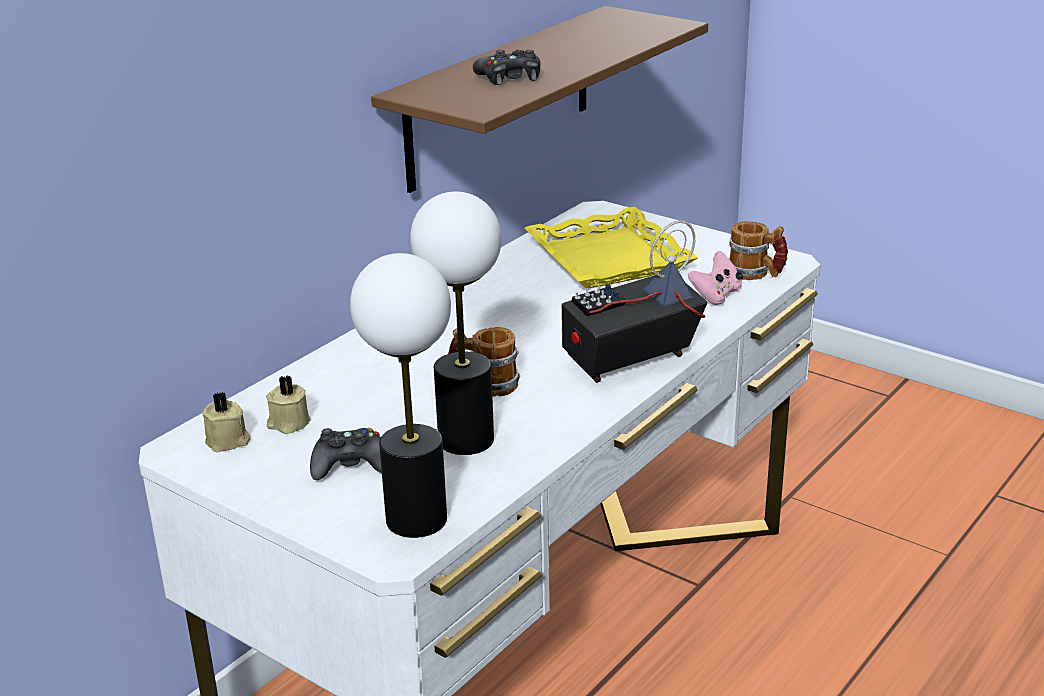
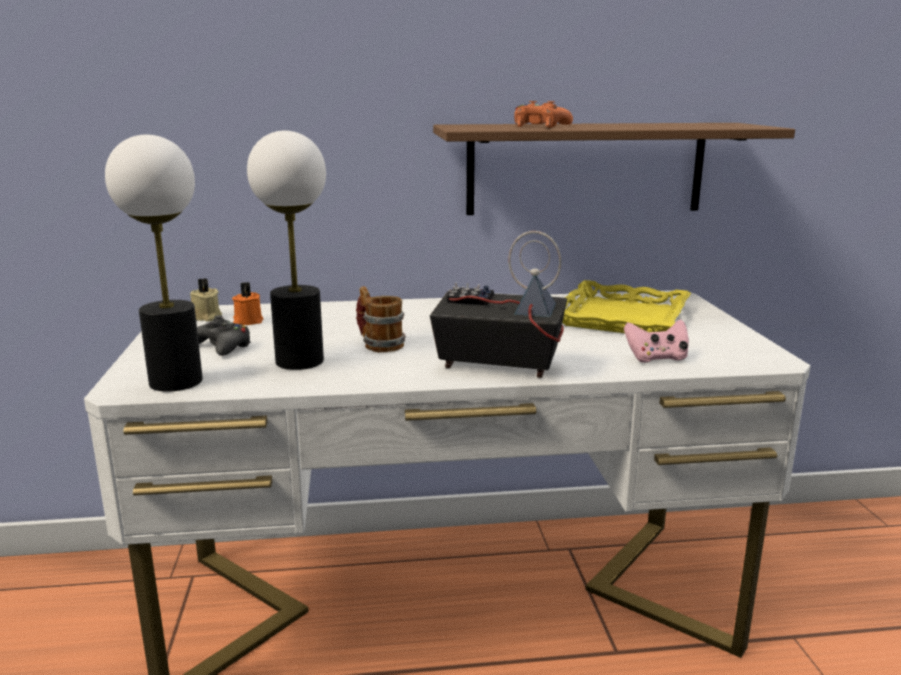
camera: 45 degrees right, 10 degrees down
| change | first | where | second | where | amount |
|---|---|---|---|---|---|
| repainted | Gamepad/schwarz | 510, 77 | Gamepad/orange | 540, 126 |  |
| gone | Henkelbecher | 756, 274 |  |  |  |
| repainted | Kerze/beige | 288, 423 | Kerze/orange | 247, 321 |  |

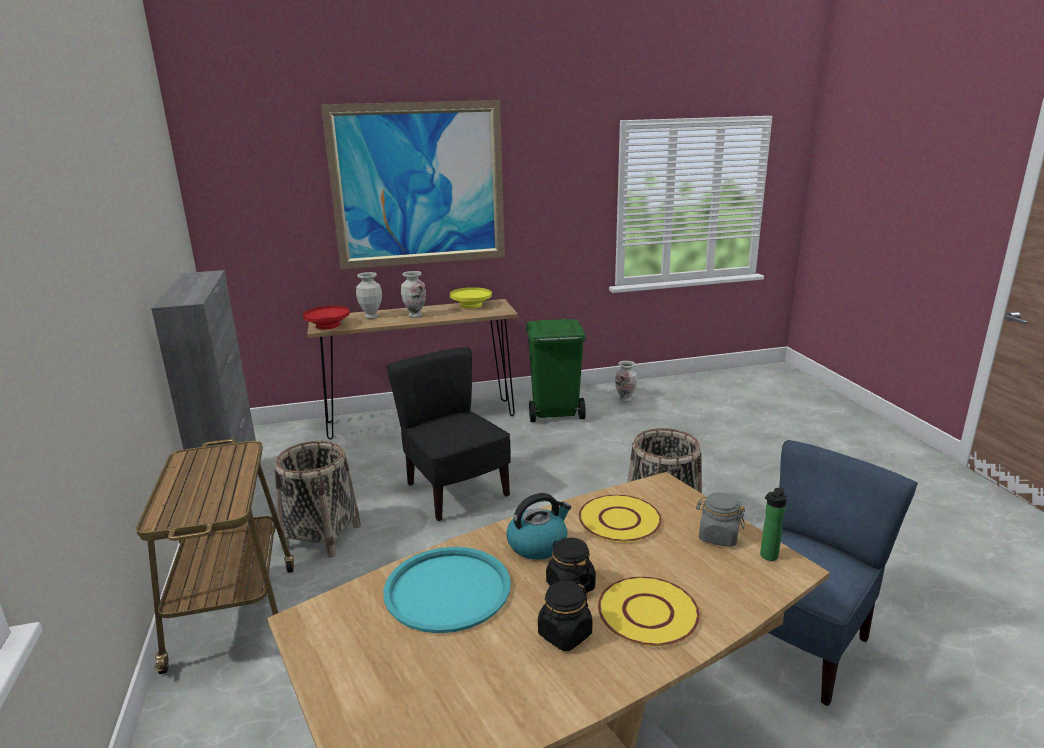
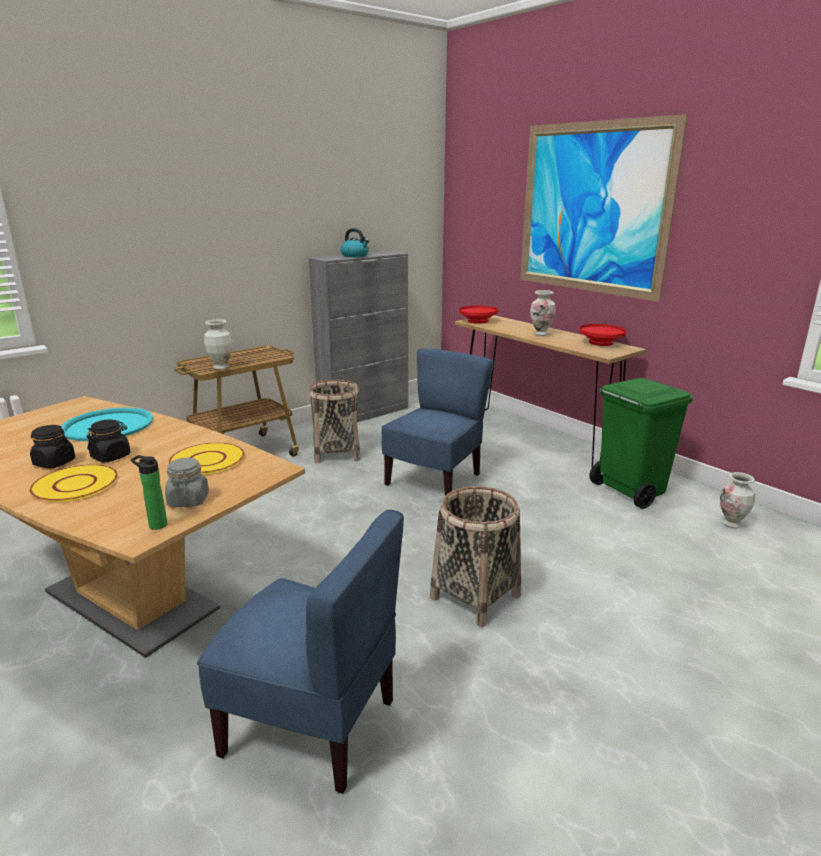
camera: 65 degrees right, 0 degrees up
| change | first | where | second | where | amount |
|---|---|---|---|---|---|
| shifted | Vase | 371, 317 |  | 221, 367 |  |
| repainted | Schüssel/gelb | 471, 305 | Schüssel/rot | 601, 343 |  |
| repainted | Stuhl/schwarz | 455, 491 | Stuhl/blau | 435, 480 |  |
| shifted | Wasserkessel | 538, 544 |  | 355, 256 |  |

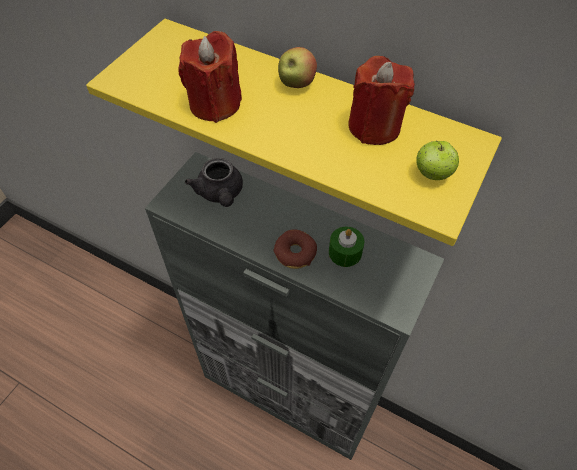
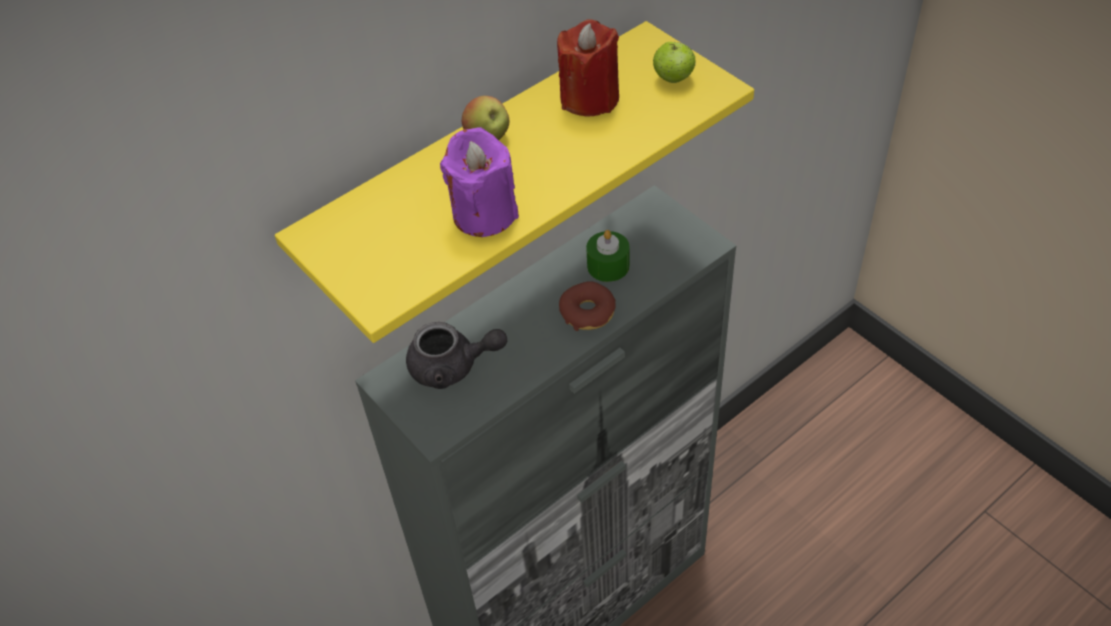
camera: 65 degrees left, 5 degrees down
| change | first | where | second | where | amount |
|---|---|---|---|---|---|
| repainted | Kerze/rot | 215, 104 | Kerze/lila | 484, 214 |  |

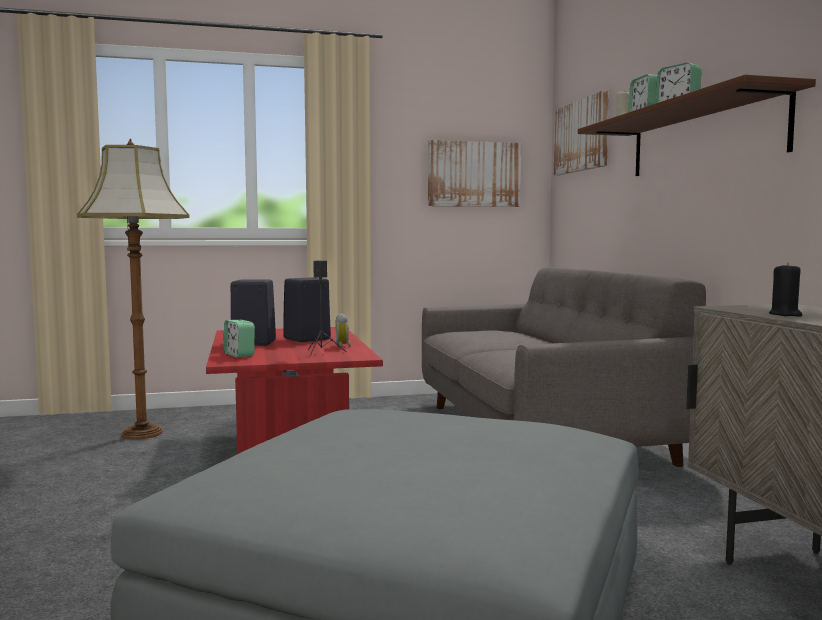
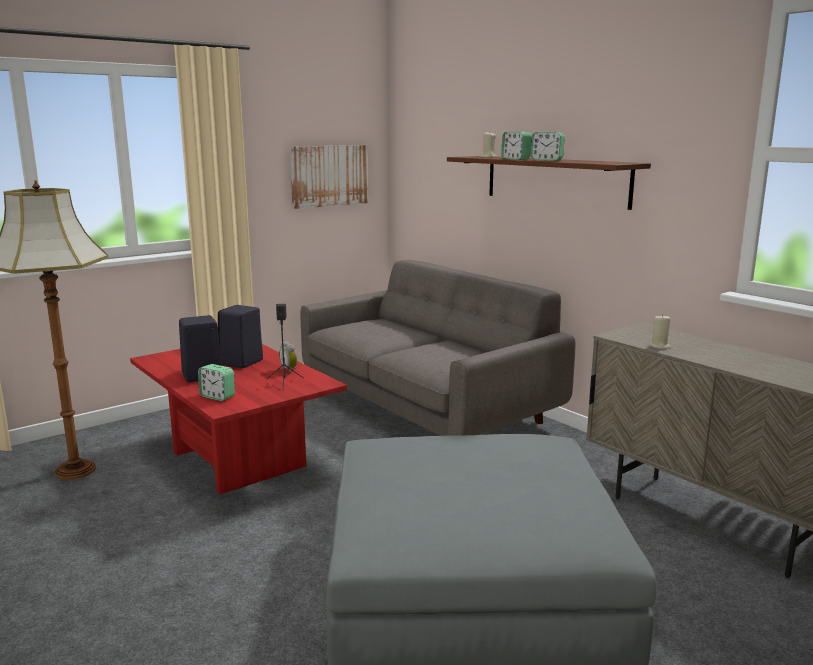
camera: 25 degrees left, 10 degrees up
| change | first | where | second | where | amount |
|---|---|---|---|---|---|
| gone | Bild | 582, 136 |  |  |  |
| repainted | Kerze/schwarz | 785, 314 | Kerze/beige | 659, 346 |  |

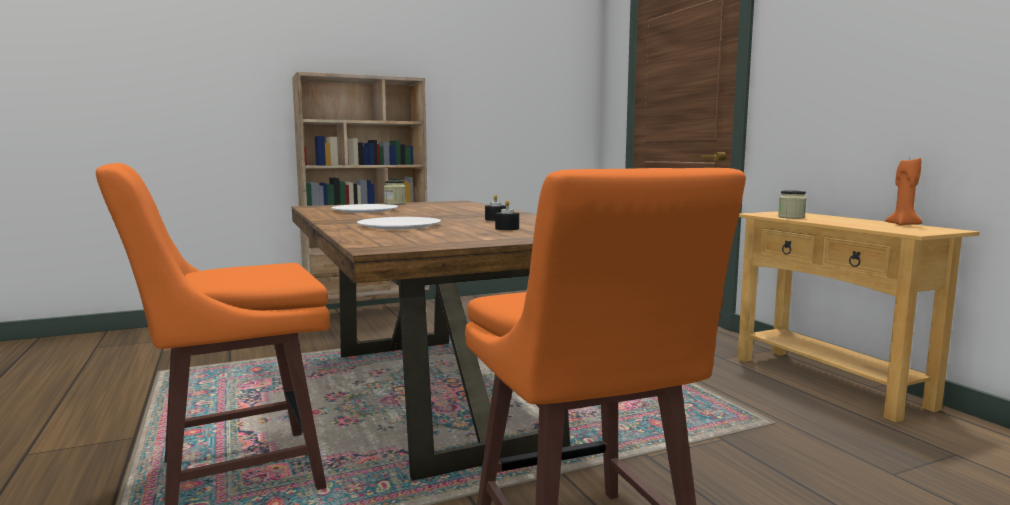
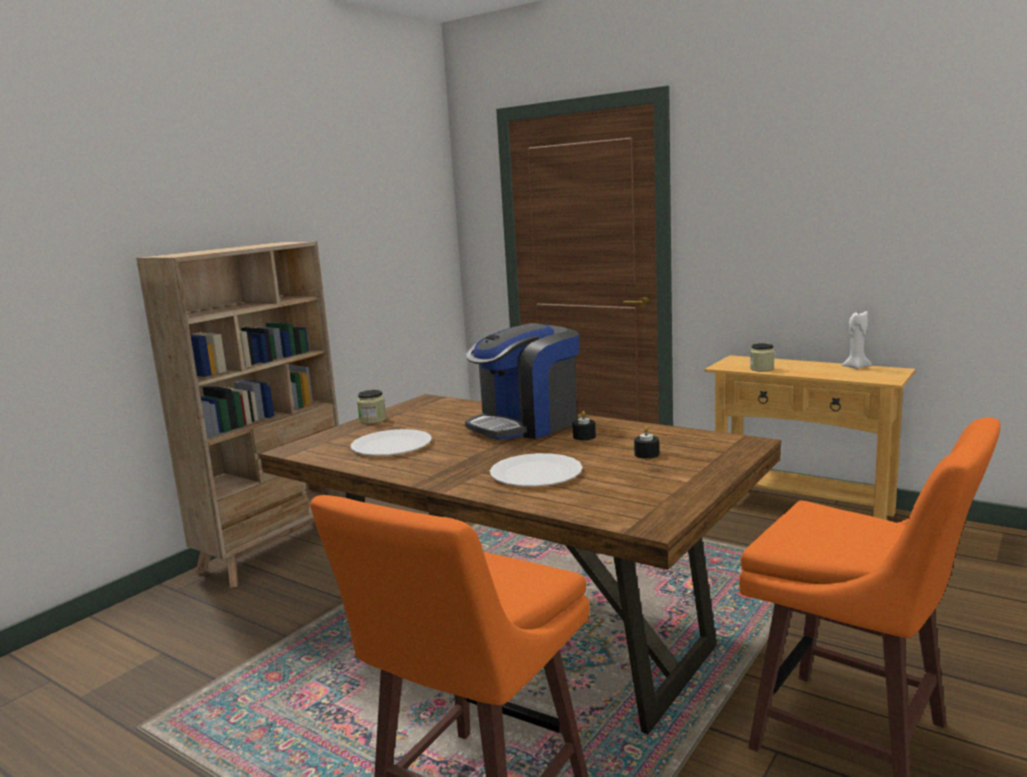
camera: 30 degrees left, 5 degrees up
| change | first | where | second | where | amount |
|---|---|---|---|---|---|
| repainted | Kerze/orange | 903, 224 | Kerze/weiß | 856, 367 |  |
| new |  |  | Kaffeemaschine | 526, 424 |  |

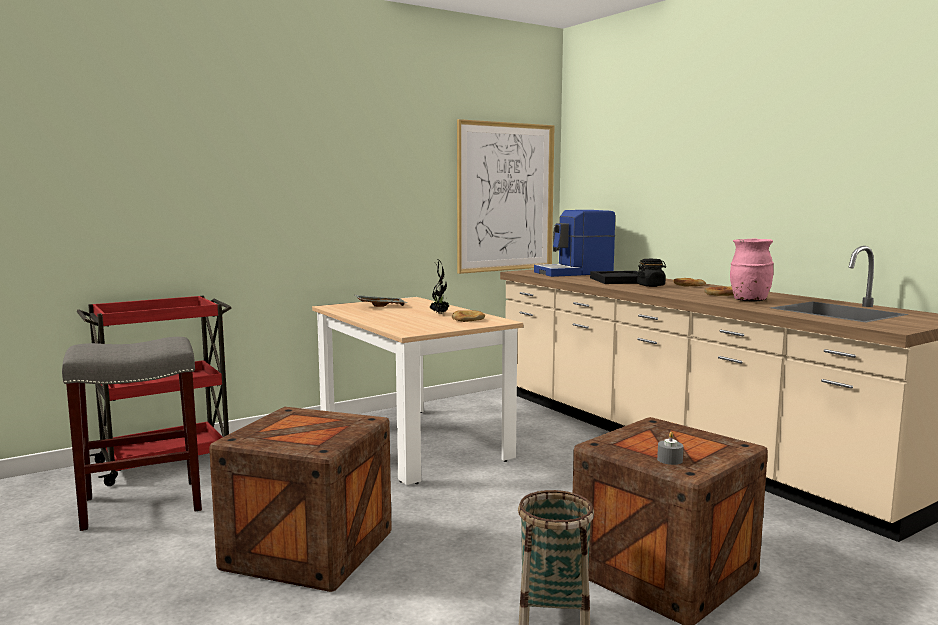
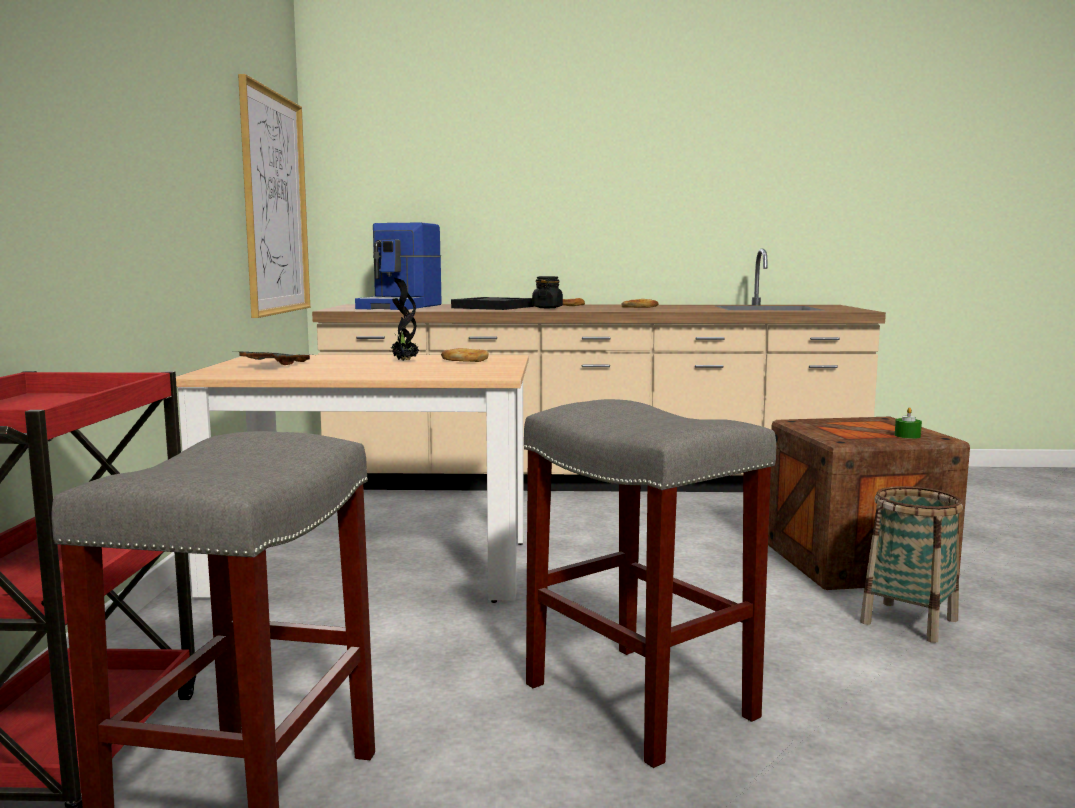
camera: 55 degrees left, 0 degrees up
| change | first | where | second | where | amount |
|---|---|---|---|---|---|
| gone | Vase/rosa | 749, 300 |  |  |  |
| swapped | Kiste | 308, 551 | Hocker/grau | 636, 700 |  |
| repainted | Kerze/grau | 669, 460 | Kerze/grün | 907, 436 |  |

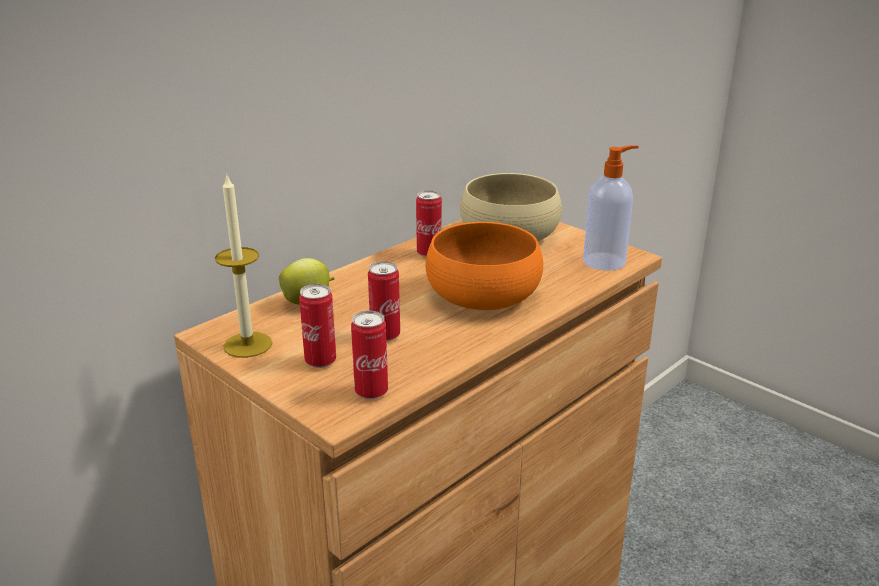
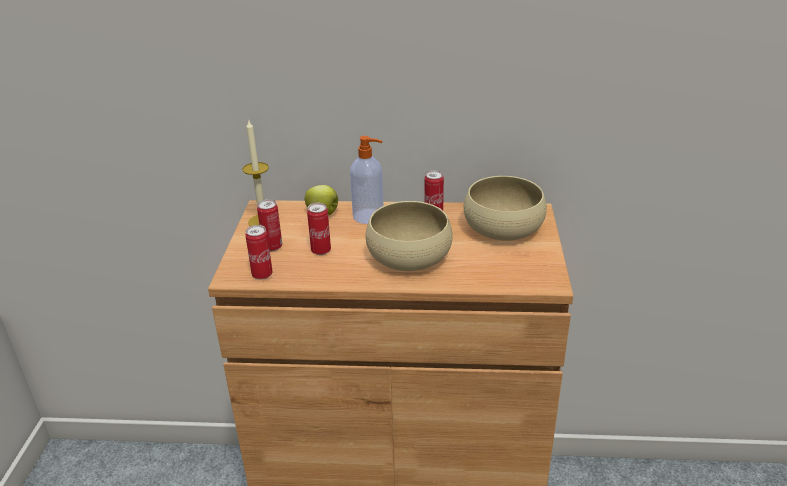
camera: 50 degrees right, 5 degrees up
| change | first | where | second | where | amount |
|---|---|---|---|---|---|
| shifted | Seifenspender | 605, 261 |  | 369, 216 |  |
| repainted | Schüssel/orange | 483, 295 | Schüssel/beige | 409, 257 |  |

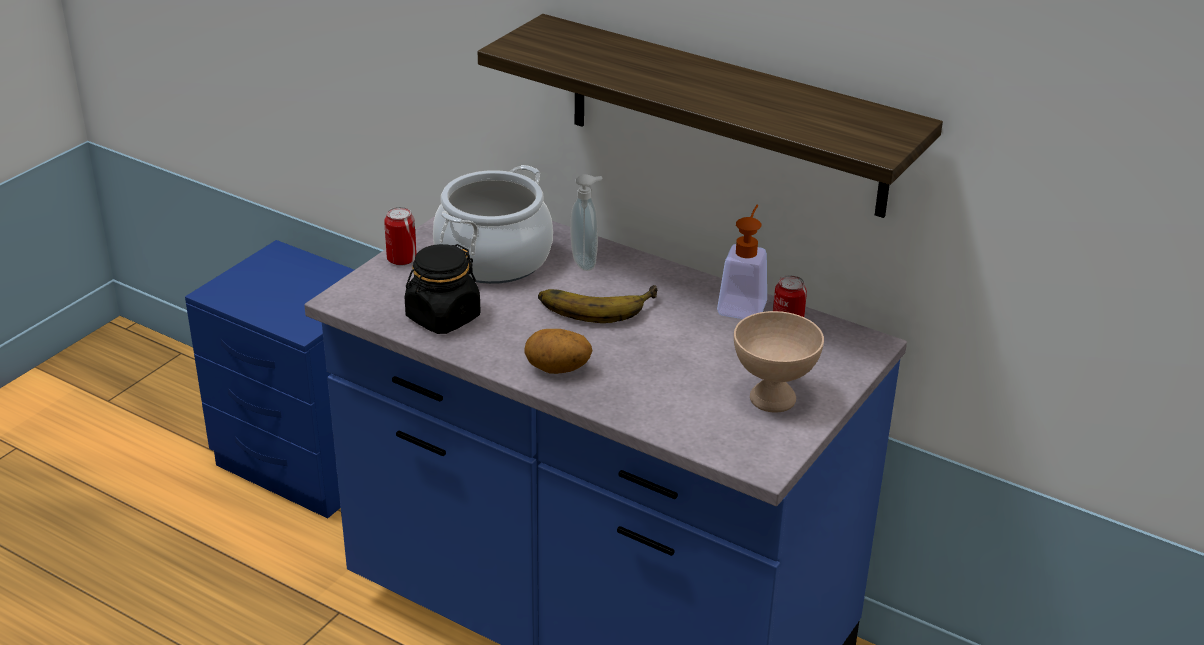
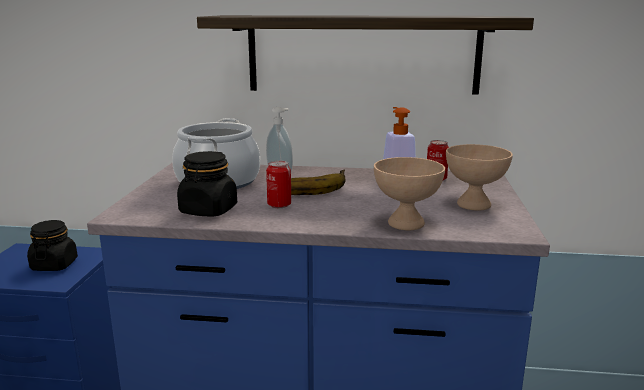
camera: 25 degrees left, 15 degrees down
| change | first | where | second | where | amount |
|---|---|---|---|---|---|
| shifted | Dose | 401, 259 |  | 279, 205 |  |
| gone | Kartoffel | 557, 370 |  |  |  |
| new |  |  | Schüssel/beige | 405, 224 |  |
| new |  |  | Vorratsglas/schwarz | 54, 265 |  |

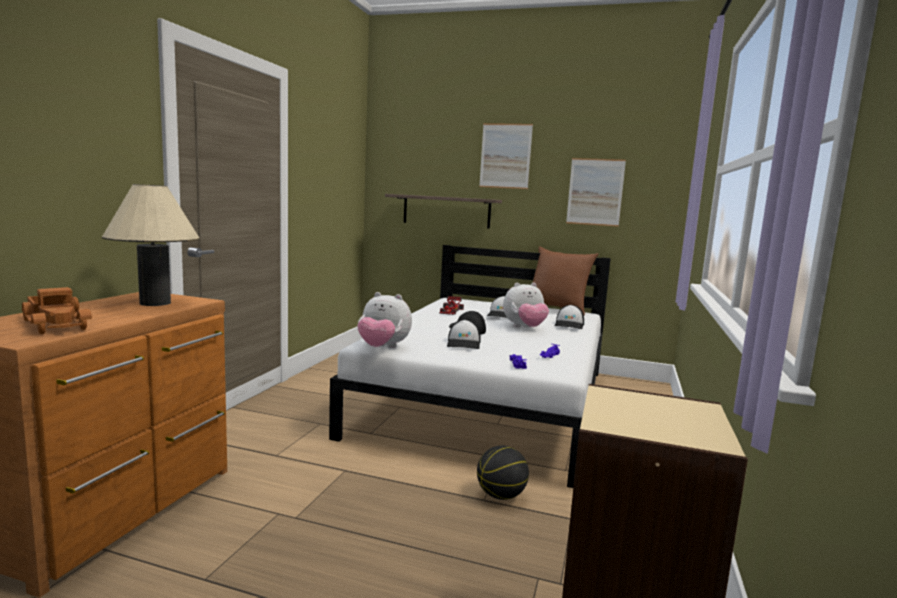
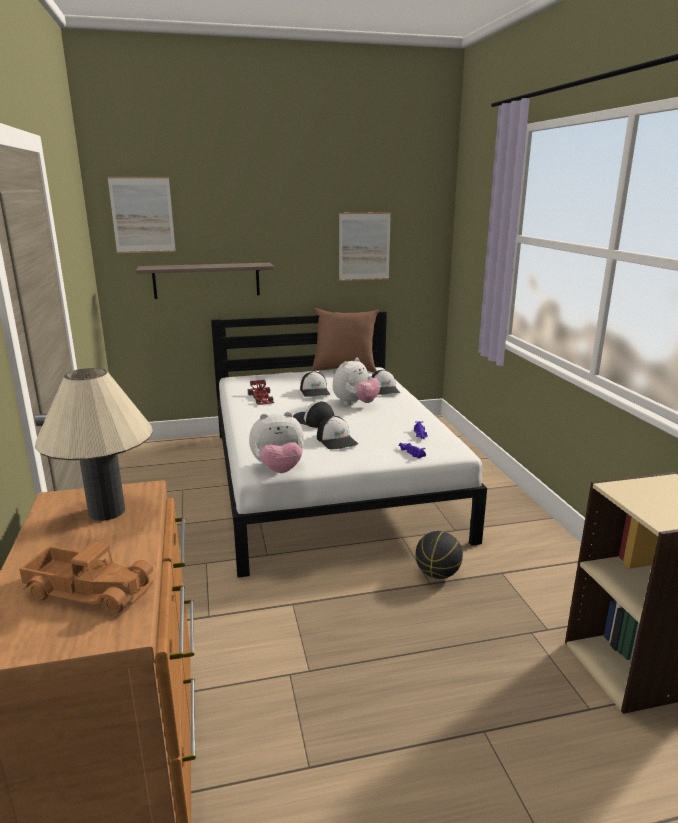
camera: 30 degrees left, 10 degrees up
| change | first | where | second | where | amount |
|---|---|---|---|---|---|
| shifted | Bild | 505, 156 |  | 142, 215 |  |

